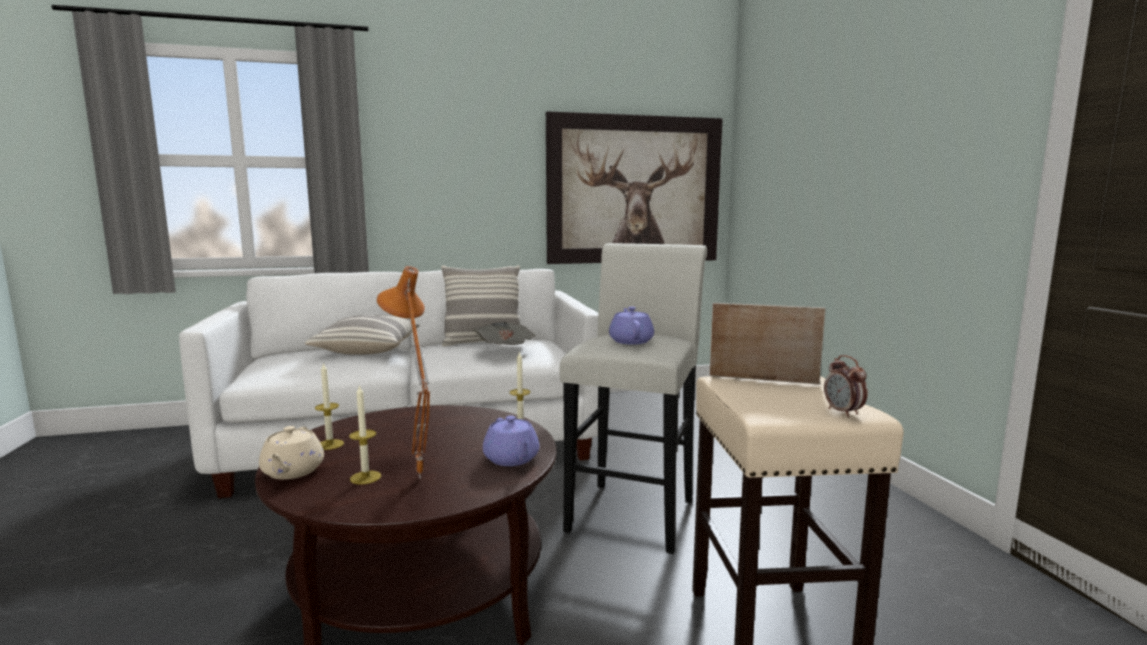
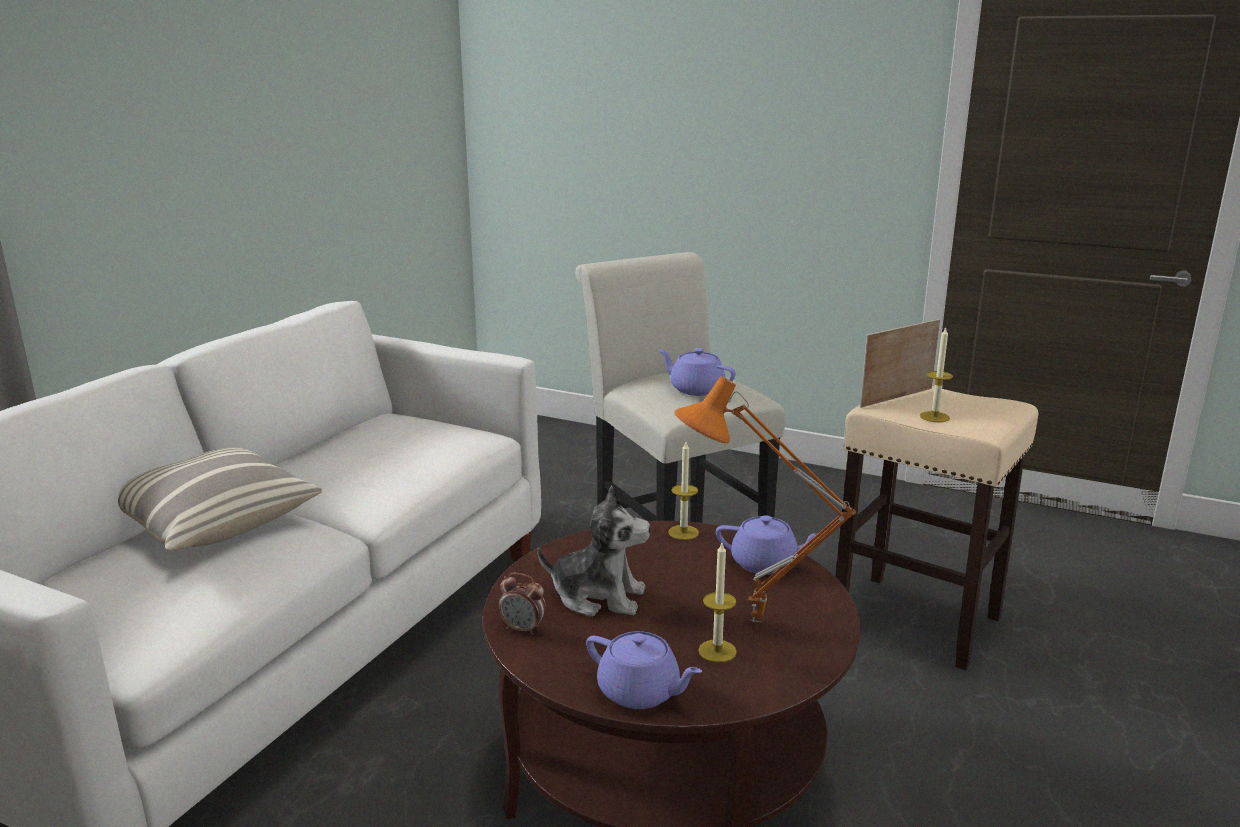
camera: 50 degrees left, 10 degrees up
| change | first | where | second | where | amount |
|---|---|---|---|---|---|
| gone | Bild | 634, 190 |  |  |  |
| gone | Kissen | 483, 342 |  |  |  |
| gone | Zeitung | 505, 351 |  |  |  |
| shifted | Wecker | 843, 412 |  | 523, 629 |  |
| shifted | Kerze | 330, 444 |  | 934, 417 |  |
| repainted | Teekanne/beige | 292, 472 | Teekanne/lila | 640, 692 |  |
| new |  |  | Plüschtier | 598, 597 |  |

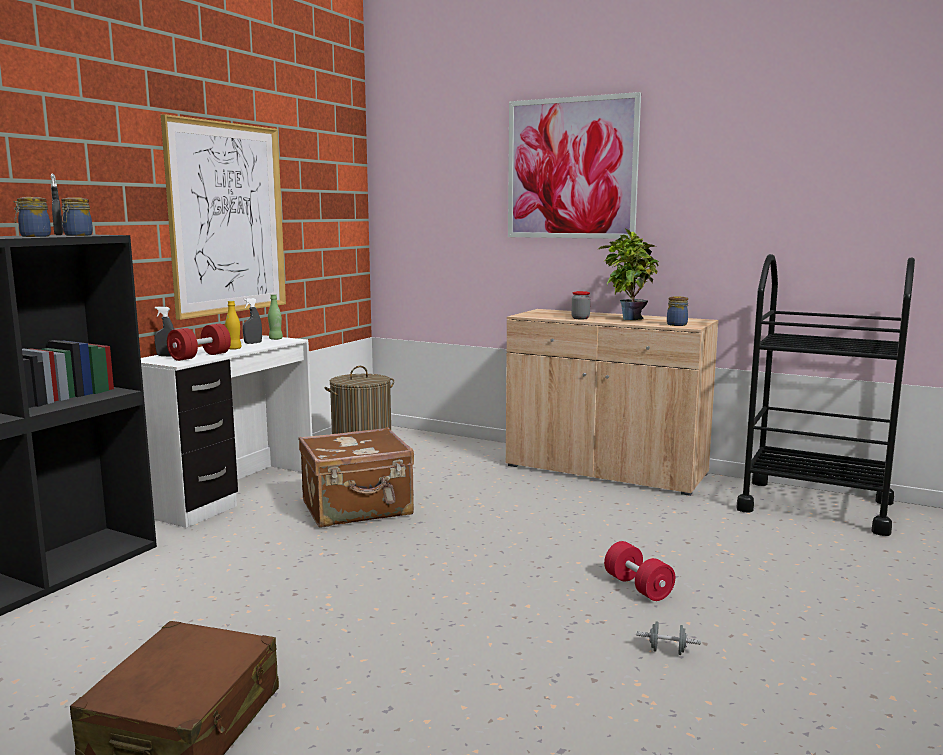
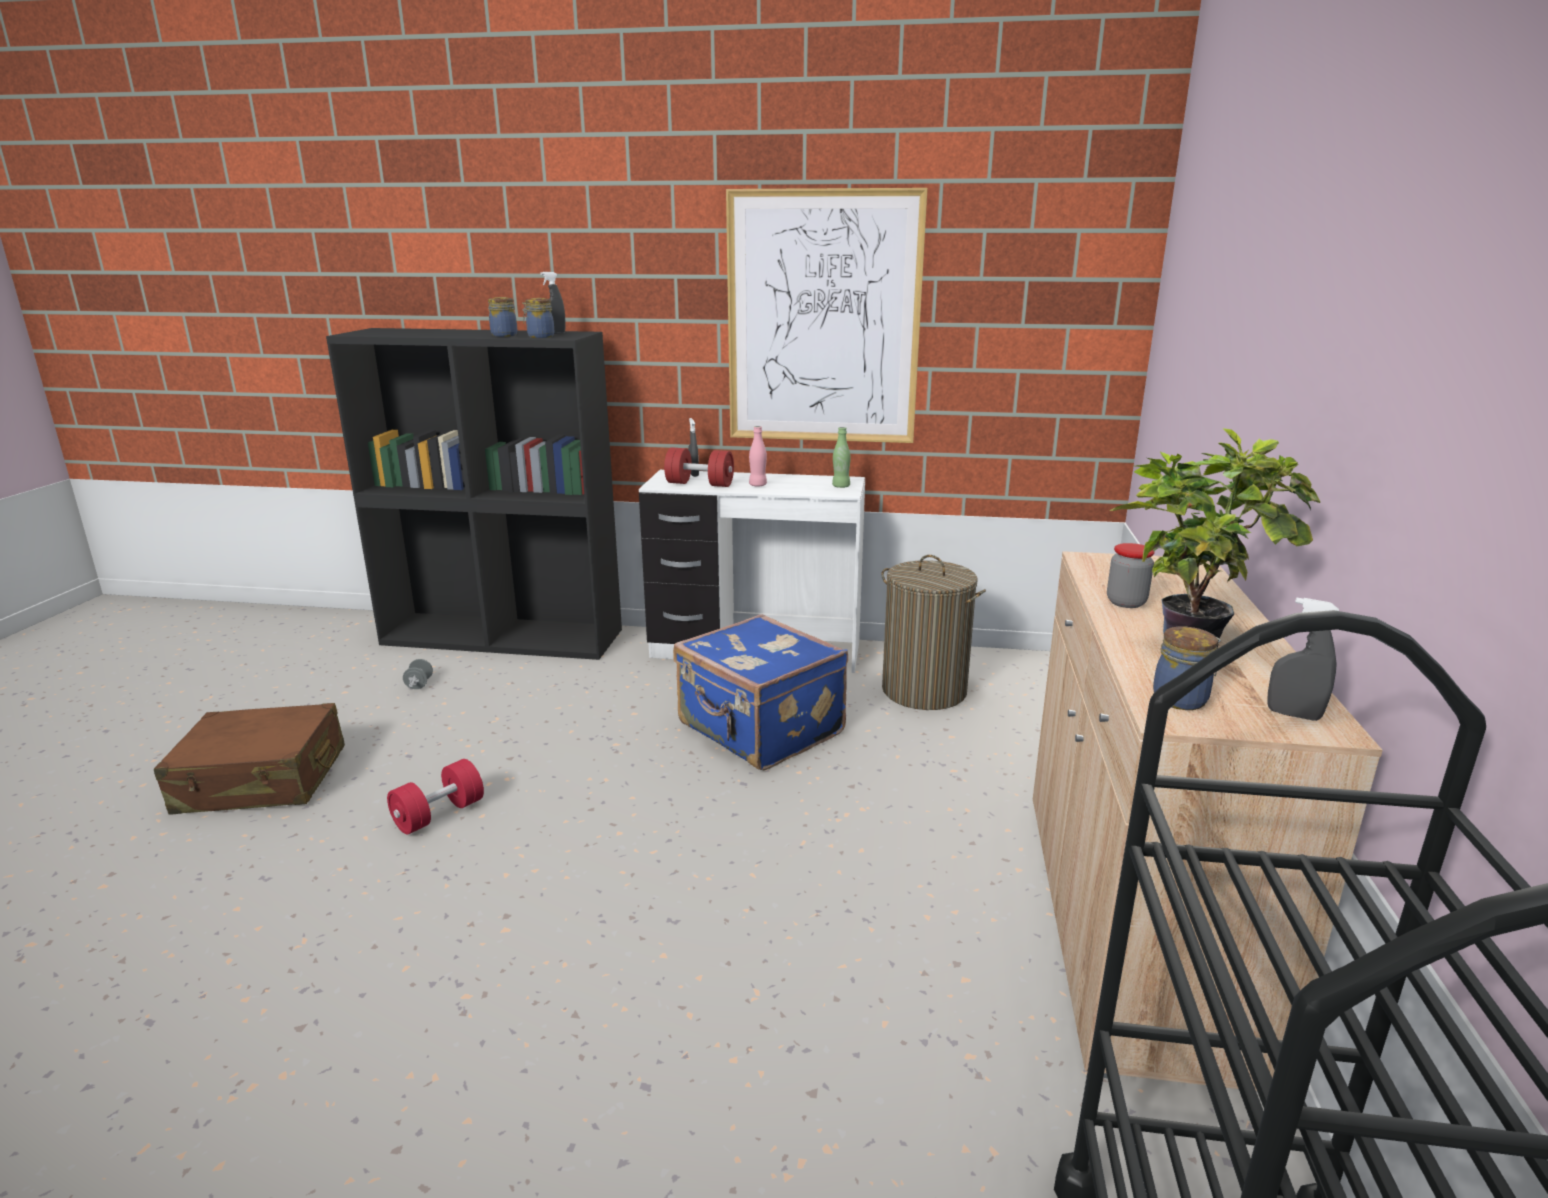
camera: 70 degrees right, 10 degrees up
| change | first | where | second | where | amount |
|---|---|---|---|---|---|
| gone | Bild | 571, 168 |  |  |  |
| shifted | Sprühflasche/grau | 253, 343 |  | 1293, 714 |  |
| repainted | Flasche/gelb | 234, 349 | Flasche/rosa | 758, 485 |  |
| repainted | Koffer/braun | 358, 509 | Koffer/blau | 759, 730 |  |
| shifted | Hantel/rot | 638, 587 |  | 439, 814 |  |
| shifted | Hantel/grau | 667, 651 |  | 419, 684 |  |

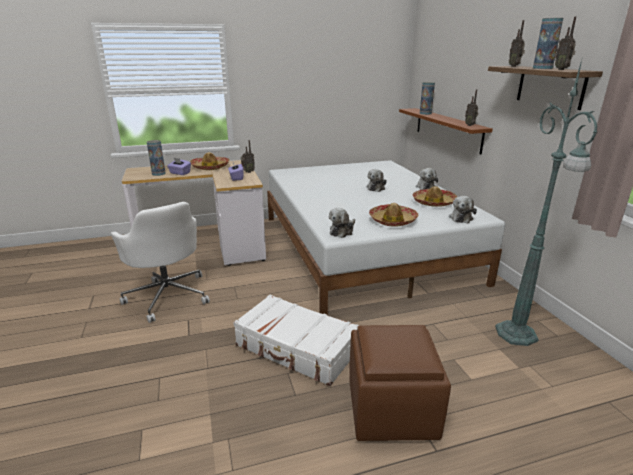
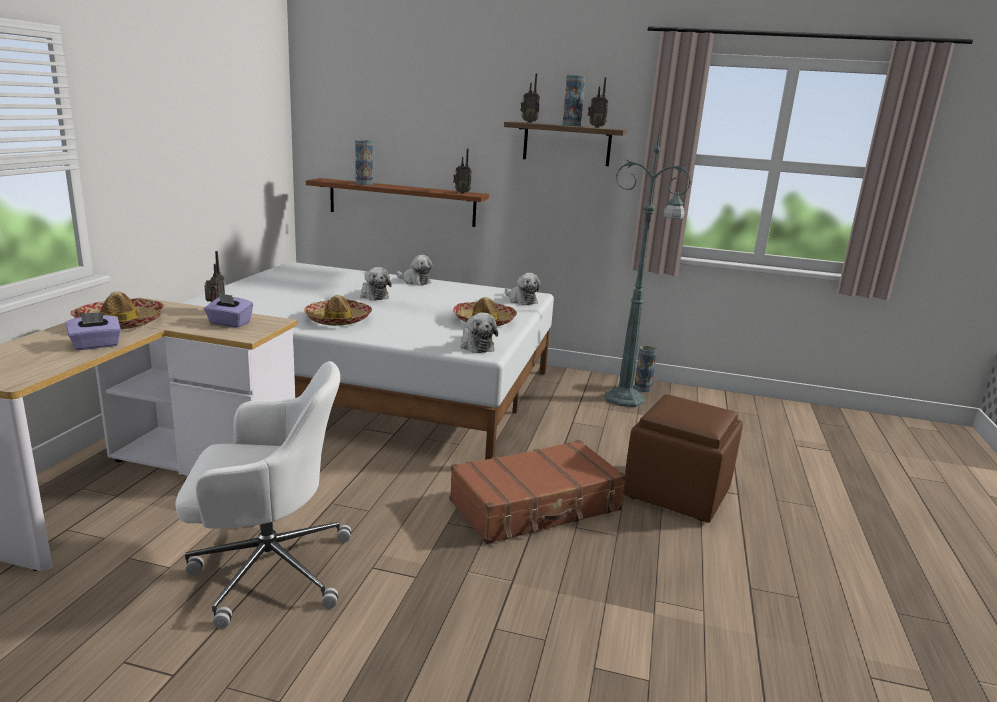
camera: 60 degrees left, 5 degrees down
| change | first | where | second | where | amount |
|---|---|---|---|---|---|
| shifted | Vase | 158, 174 |  | 642, 388 |  |
| shifted | Hut | 433, 202 |  | 338, 320 |  |
| repainted | Koffer/weiß | 296, 348 | Koffer/braun | 536, 506 |  |

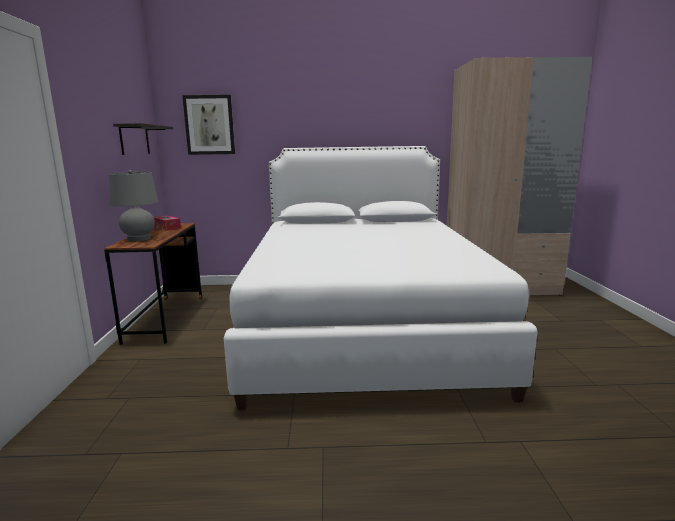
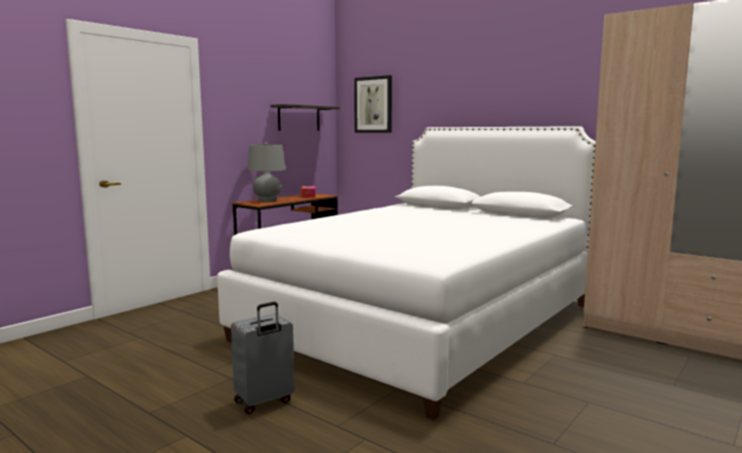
camera: 40 degrees right, 5 degrees down
| change | first | where | second | where | amount |
|---|---|---|---|---|---|
| new |  |  | Koffer/grau | 264, 402 |  |

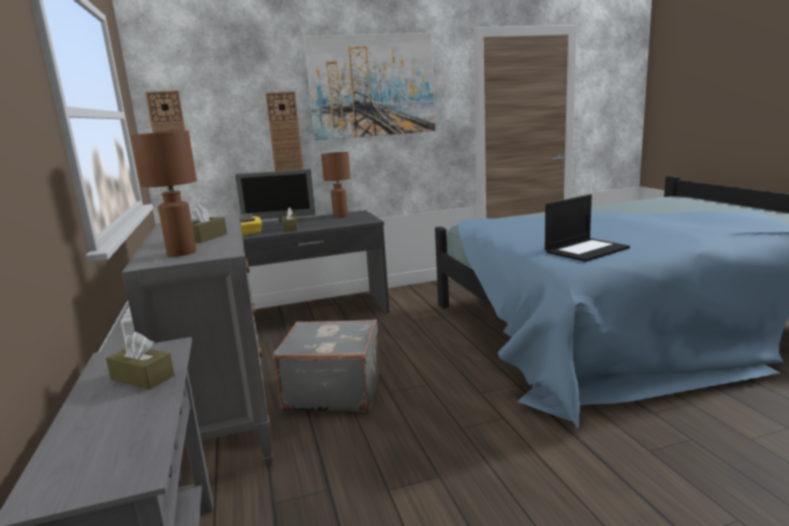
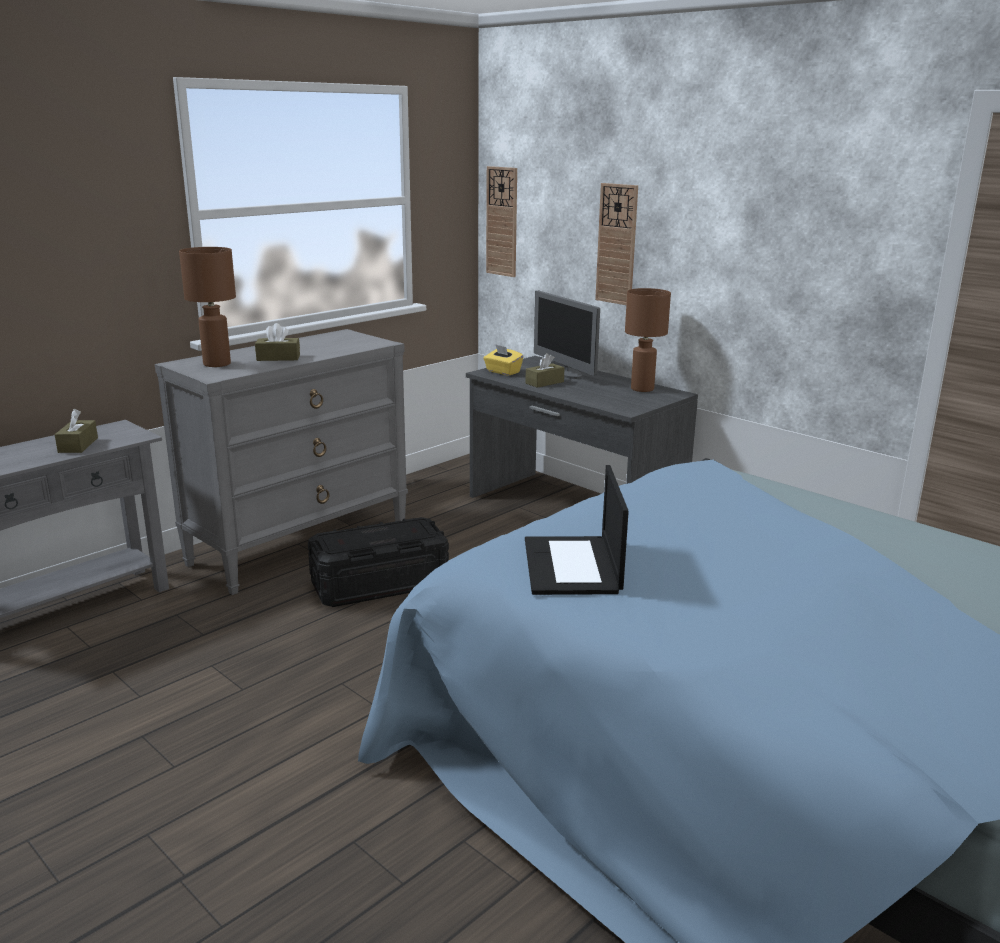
camera: 60 degrees right, 5 degrees up
| change | first | where | second | where | amount |
|---|---|---|---|---|---|
| gone | Bild | 372, 86 |  |  |  |
| rotated | Laptop | 586, 250 |  | 573, 566 | 60 degrees clockwise |
| swapped | Koffer/grau | 333, 391 | Aufbewahrungsbox/schwarz | 379, 584 |  |

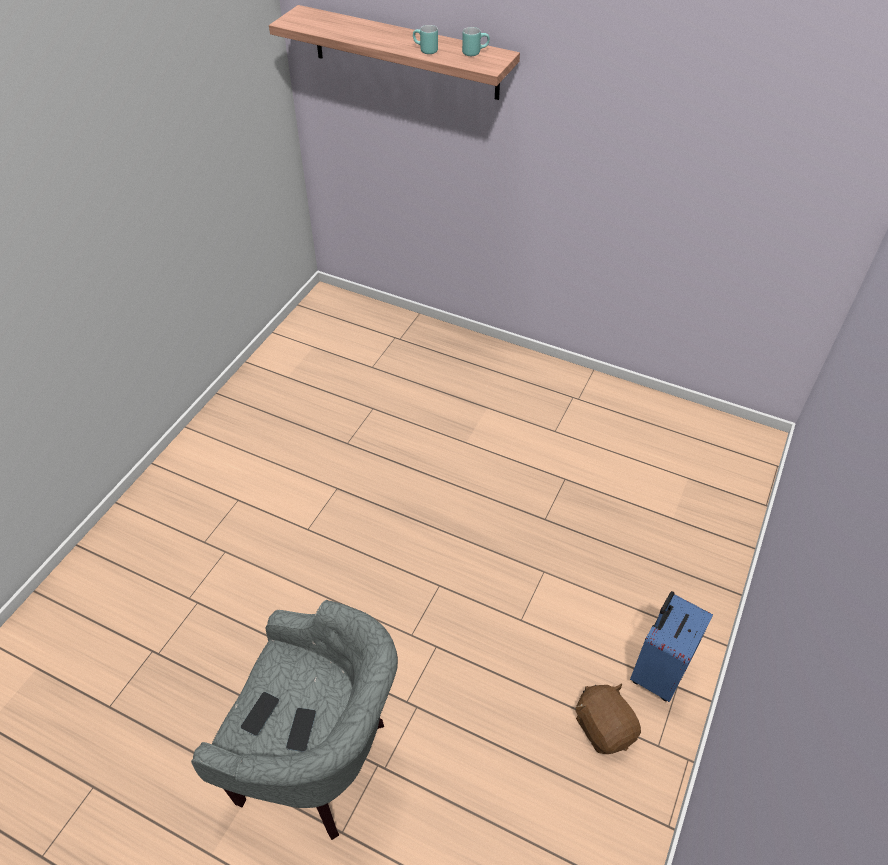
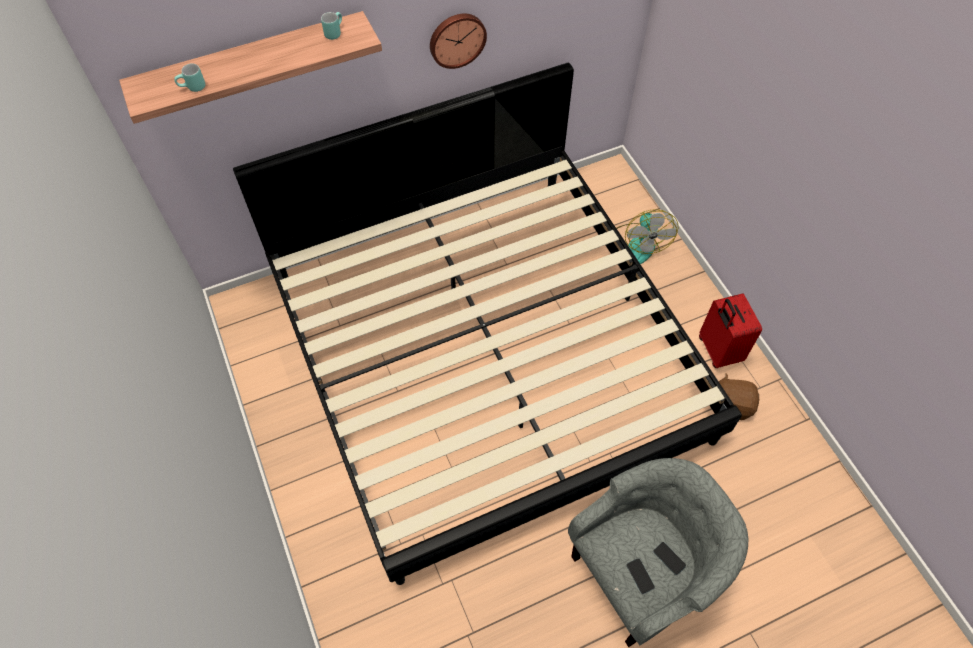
camera: 50 degrees left, 10 degrees up
| change | first | where | second | where | amount |
|---|---|---|---|---|---|
| shifted | Henkelbecher/türkis | 424, 51 |  | 193, 88 |  |
| repainted | Koffer/blau | 657, 671 | Koffer/rot | 717, 350 |  |
| new |  |  | Wanduhr | 456, 39 |  |
| new |  |  | Bett | 486, 355 |  |
| new |  |  | Ventilator | 637, 244 |  |

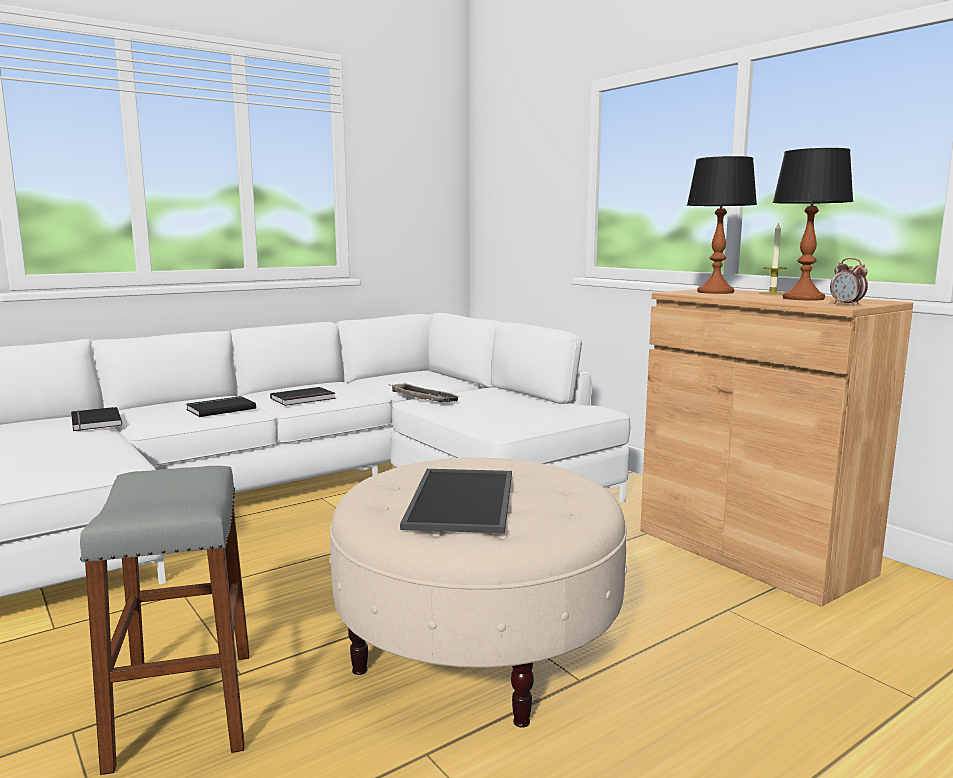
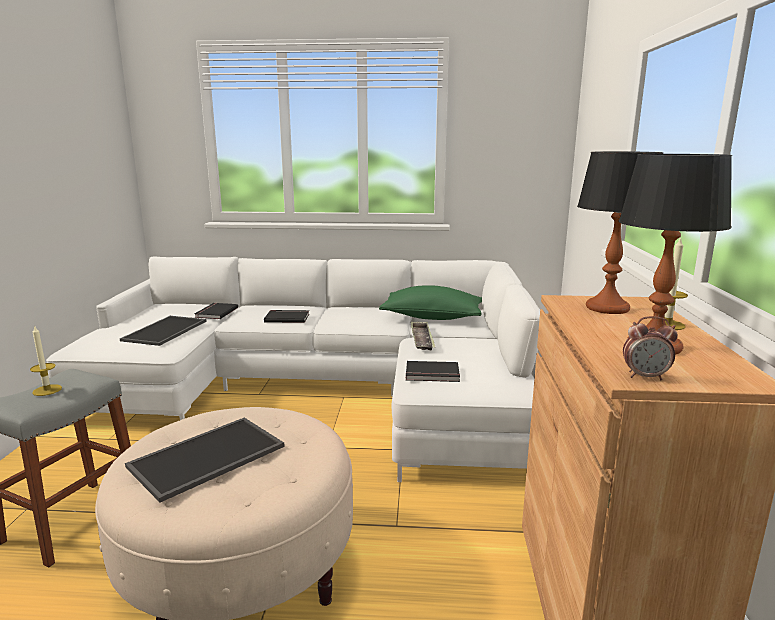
camera: 40 degrees right, 5 degrees up
| change | first | where | second | where | amount |
|---|---|---|---|---|---|
| rotated | Wecker | 847, 305 |  | 645, 376 | 90 degrees counterclockwise |
| shifted | Buch/schwarz | 304, 399 |  | 432, 374 |  |
| new |  |  | Kissen/grün | 432, 317 |  |
| new |  |  | Tablett | 166, 331 |  |
| new |  |  | Kerze | 47, 390 |  |

